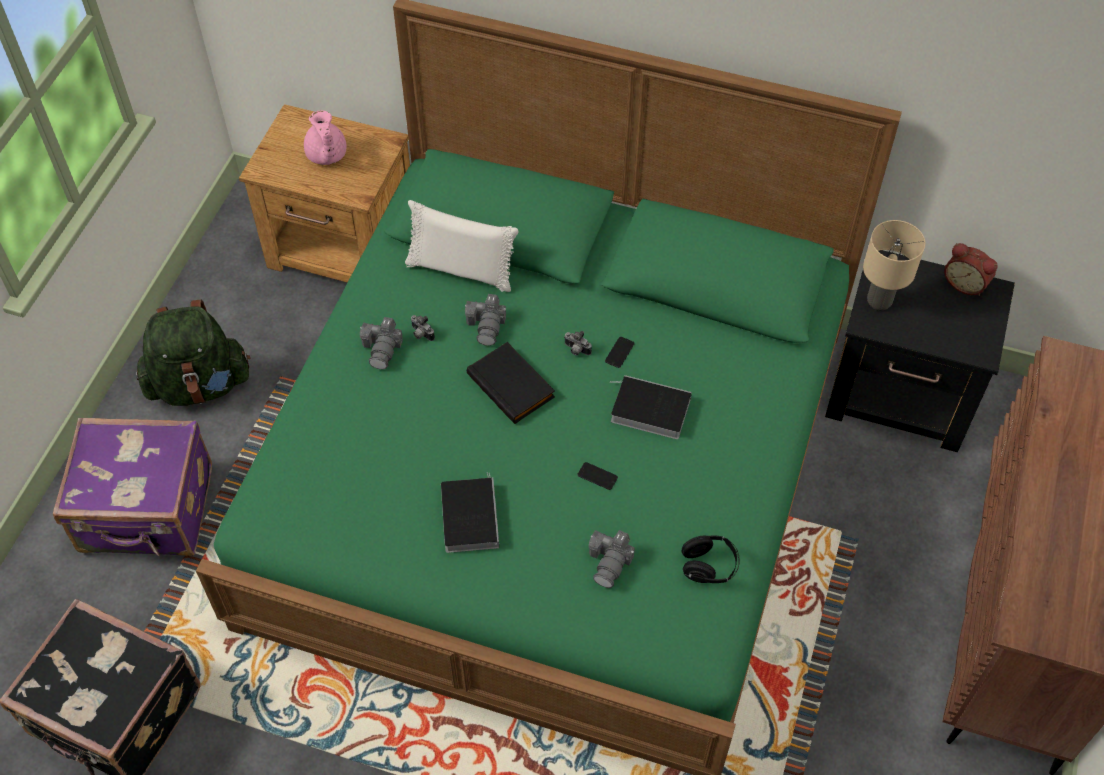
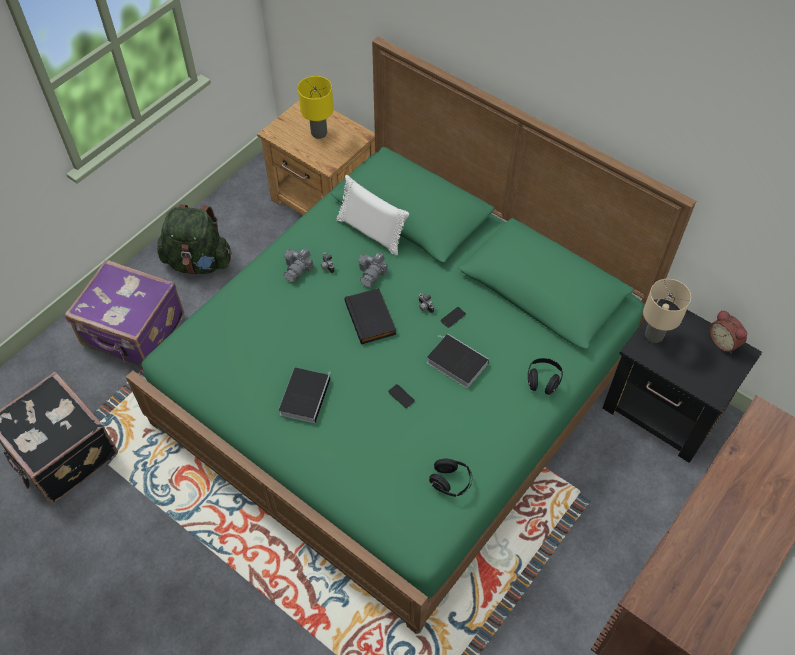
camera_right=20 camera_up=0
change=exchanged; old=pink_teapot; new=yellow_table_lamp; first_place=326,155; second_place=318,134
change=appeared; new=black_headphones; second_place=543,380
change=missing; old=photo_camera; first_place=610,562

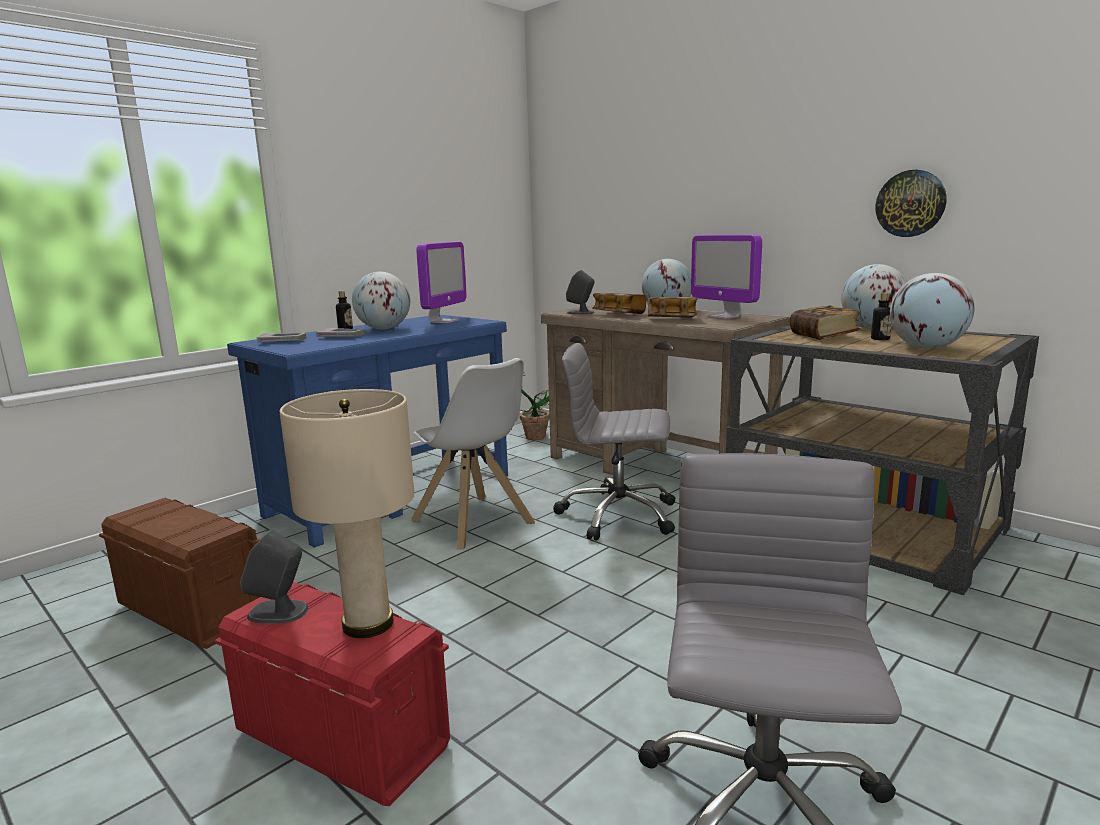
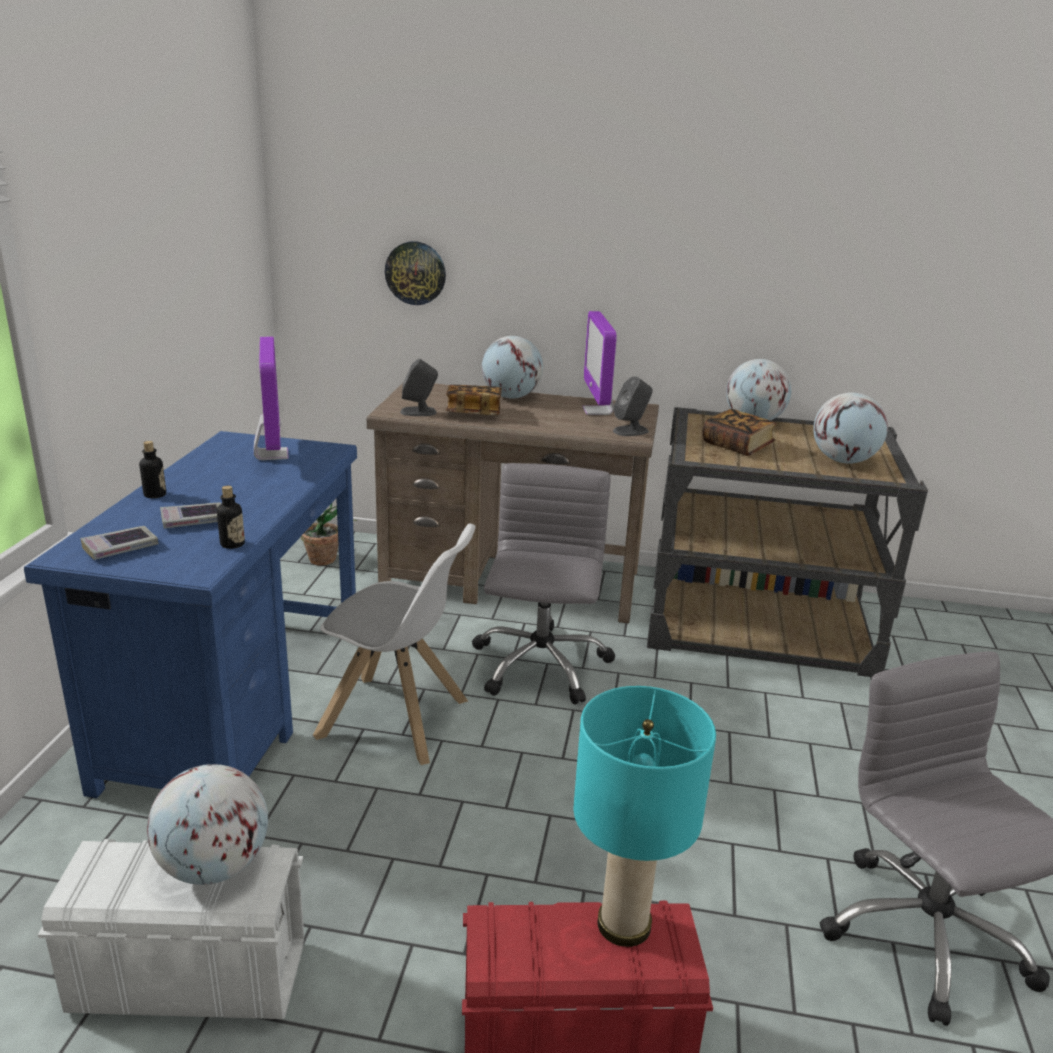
camera_right=-35 camera_up=10
change=colour; old=brown_storage_box; new=white_storage_box; first_place=192,611; second_place=189,977
change=relocated; old=globe; first_place=383,329; second_place=214,867
change=relocated; old=bottle; first_place=880,339; second_place=232,544
change=relocated; old=wall_clock; first_place=910,203; second_place=415,273
change=spun; old=grey_office_chair; first_place=617,515; second_place=540,664; degrees=120
change=colour; old=beige_table_lamp; new=turquoise_table_lamp; first_place=367,623; second_place=623,924
change=spun; old=monitor; first_place=724,317; second_place=597,411; degrees=60
change=relocated; old=grey_speaker; first_place=279,612; second_place=631,431
change=missing; old=book; first_place=671,319

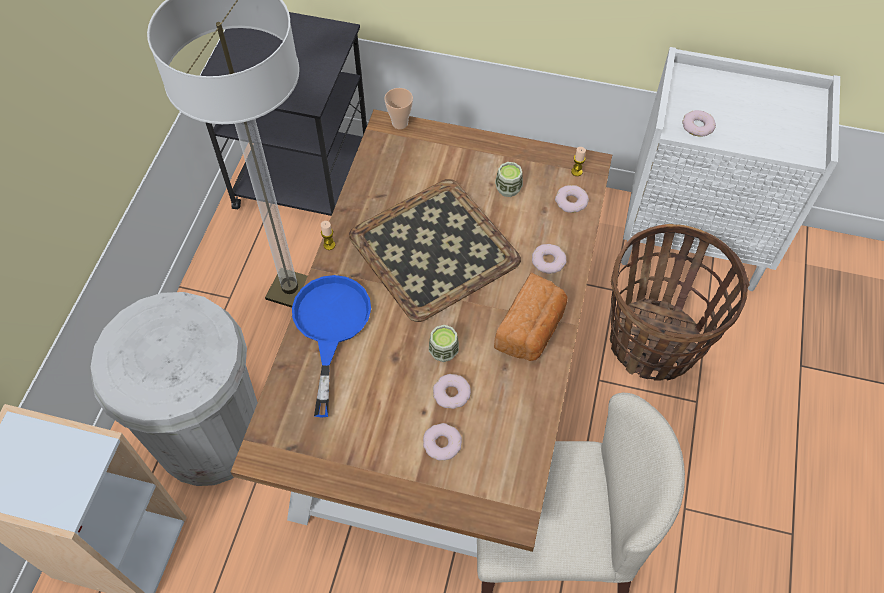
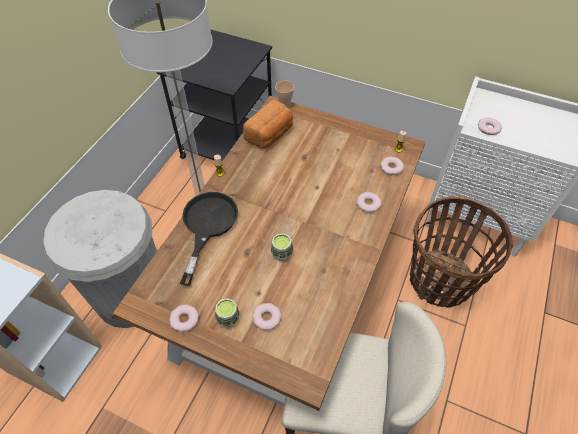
camera_right=10 camera_up=-5
change=relocated; old=donut; first_place=451,393; second_place=184,319
change=colour; old=blue_frying_pan; new=black_frying_pan; first_place=330,327; second_place=207,225
change=relocated; old=cup; first_place=508,188; second_place=228,318
change=relocated; old=bread; first_place=531,330; second_place=270,135
change=missing; old=tray; first_place=433,250

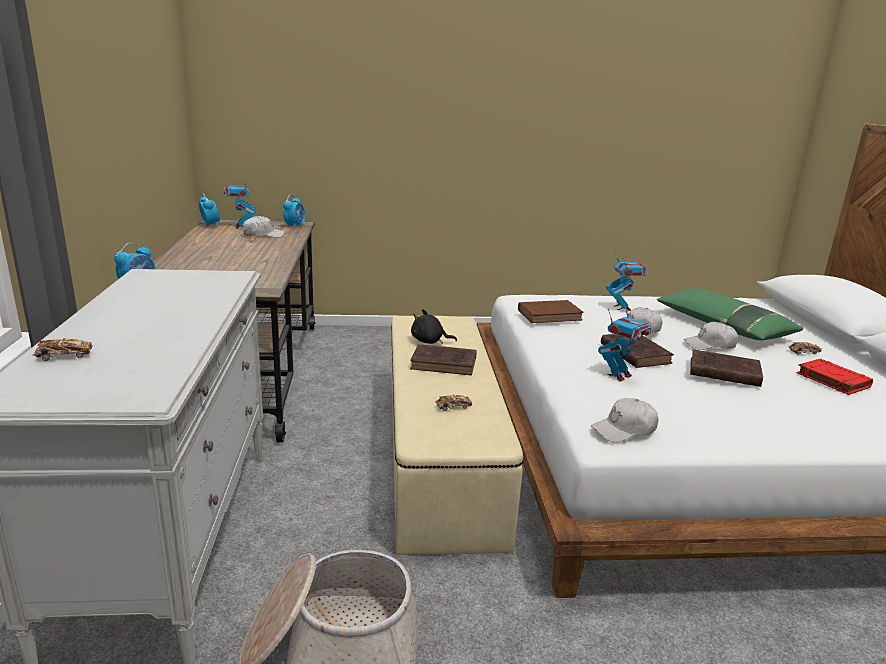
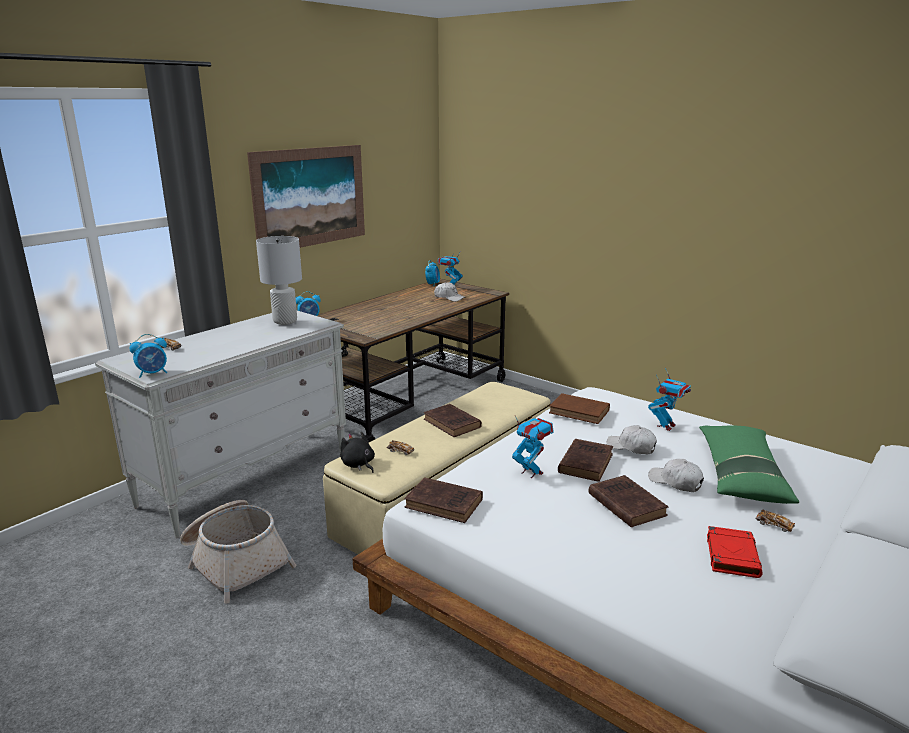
camera_right=45 camera_up=0
change=relocated; old=alarm_clock; first_place=295,226; second_place=153,374
change=appeared; new=picture; second_place=310,197
change=appeared; new=grey_table_lamp; second_place=285,323
change=relocated; old=black_plush_toy; first_place=429,341; second_place=358,464
change=exchanged; old=white_cap; new=brown_book; first_place=624,430; second_place=445,504
change=spun; old=toy_robot; first_place=619,375; second_place=531,472; degrees=-135

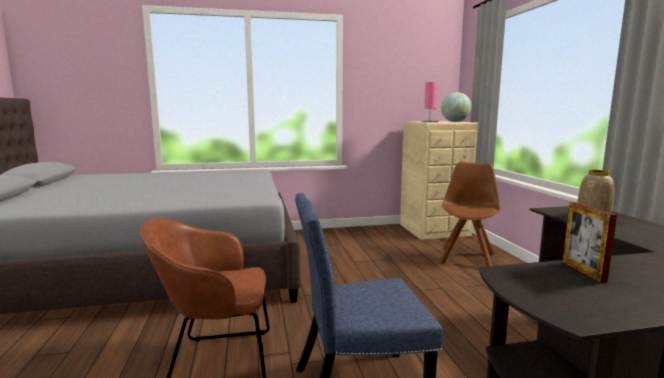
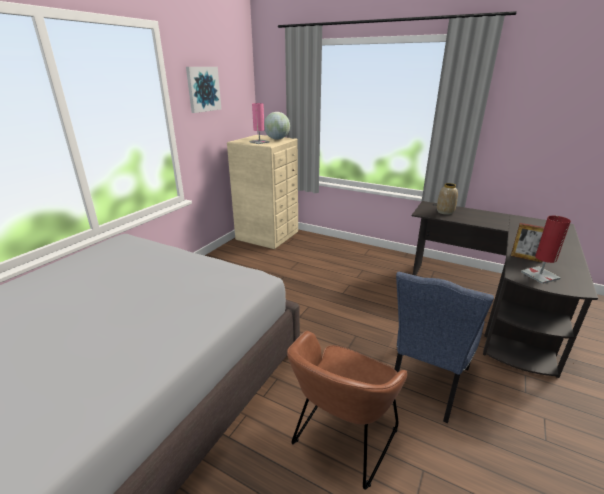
camera_right=-50 camera_up=15
change=appeared; new=picture; second_place=203,89
change=appeared; new=red_table_lamp; second_place=540,275
change=missing; old=brown_chair; first_place=467,258

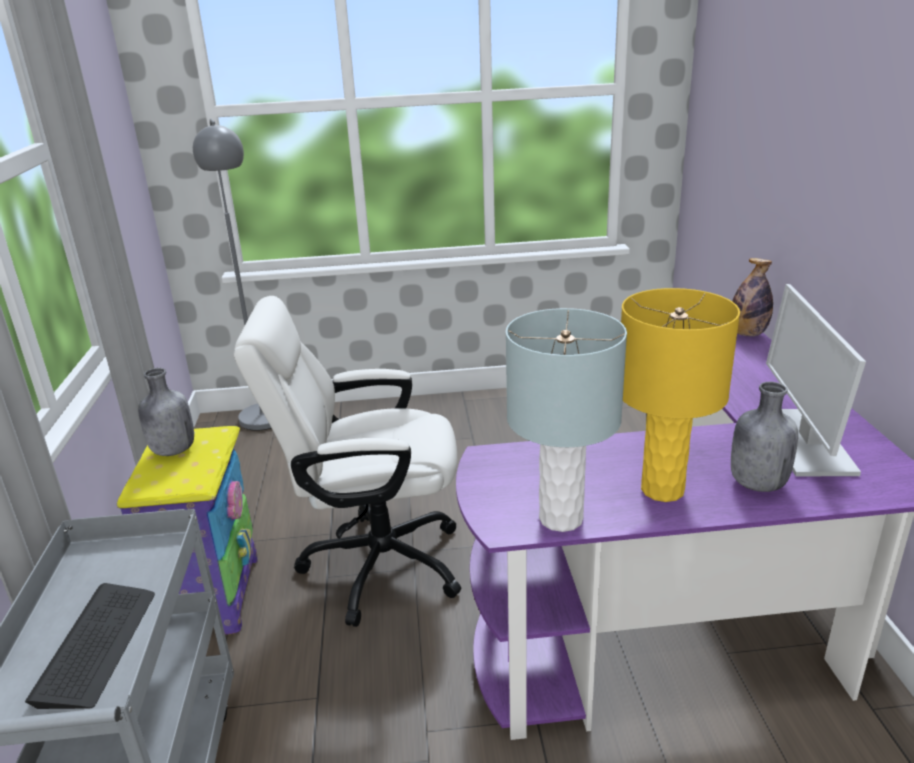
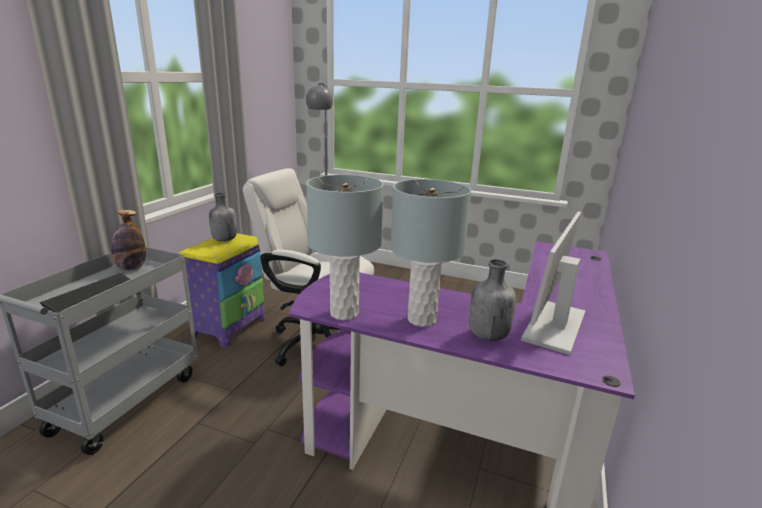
camera_right=25 camera_up=-5
change=relocated; old=bottle; first_place=747,334; second_place=131,268
change=colour; old=yellow_table_lamp; new=grey_table_lamp; first_place=663,490; second_place=422,319

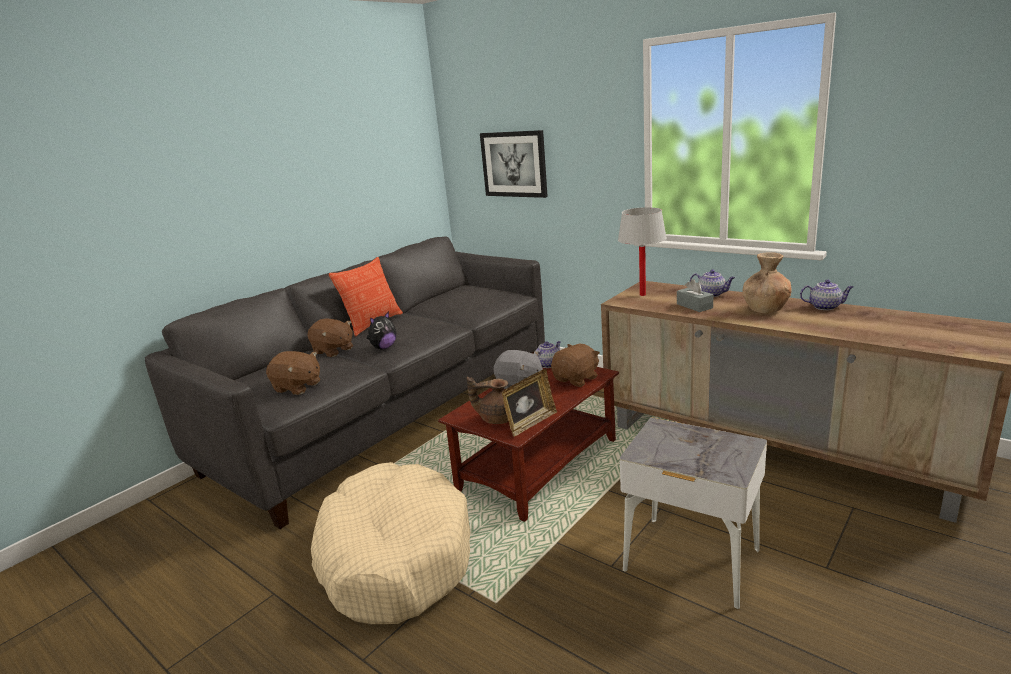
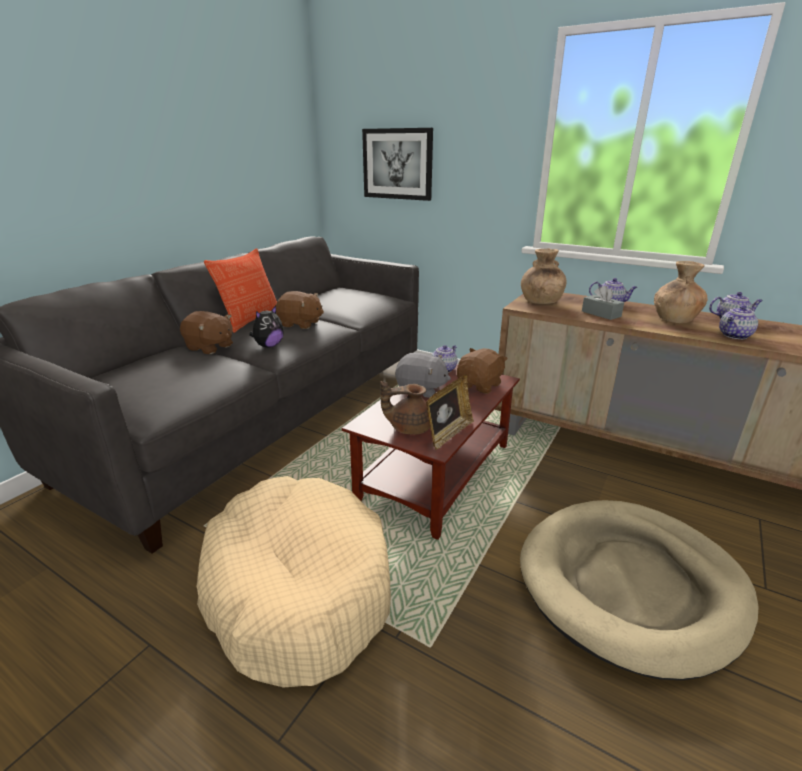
camera_right=-10 camera_up=5
change=relocated; old=brown_plush_toy; first_place=297,387; second_place=300,324
change=exchanged; old=side_table; new=beige_dog_bed; first_place=693,561; second_place=630,584
change=exchanged; old=white_table_lamp; new=brown_vase; first_place=642,295; second_place=540,301
change=appeared; new=teapot; second_place=734,336

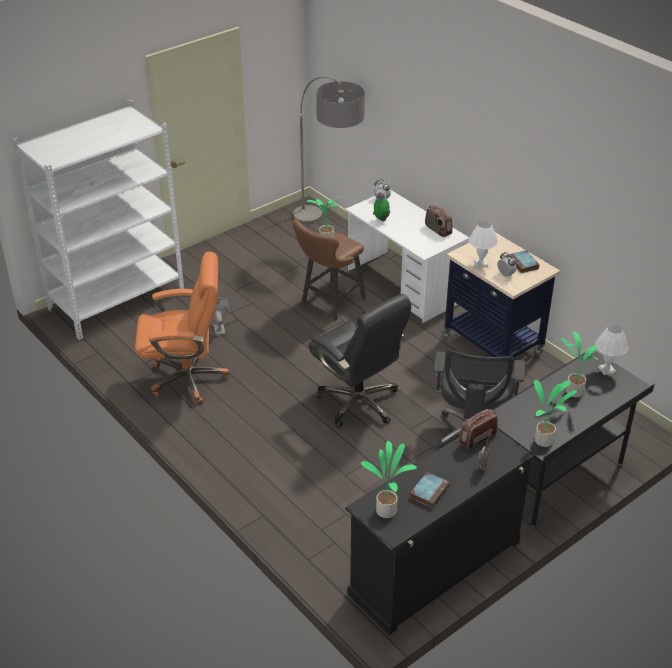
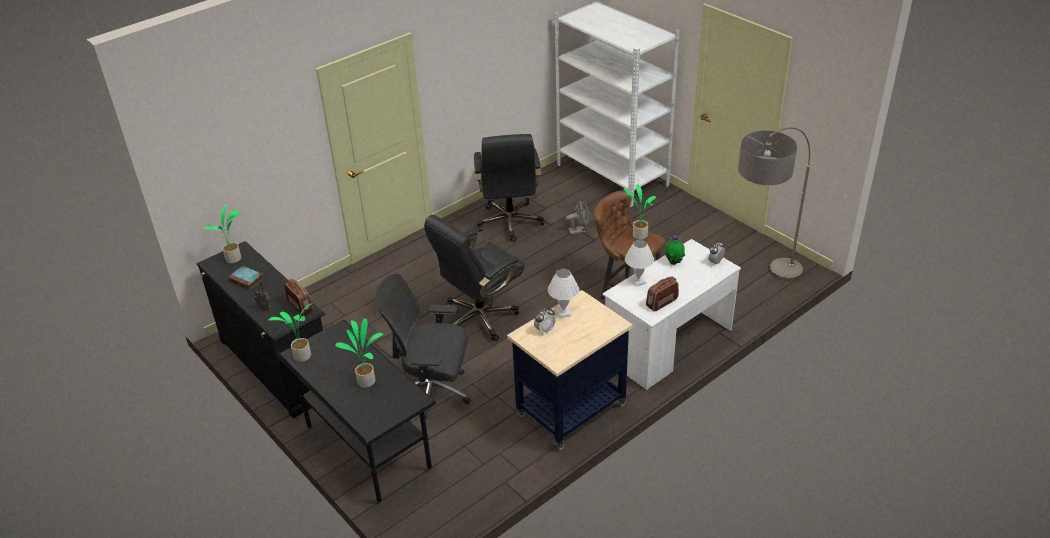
camera_right=90 camera_up=0
change=colour; old=orange_office_chair; new=black_office_chair; first_place=186,379; second_place=509,221
change=relocated; old=white_table_lamp; first_place=606,369; second_place=638,281
change=missing; old=book; first_place=524,264

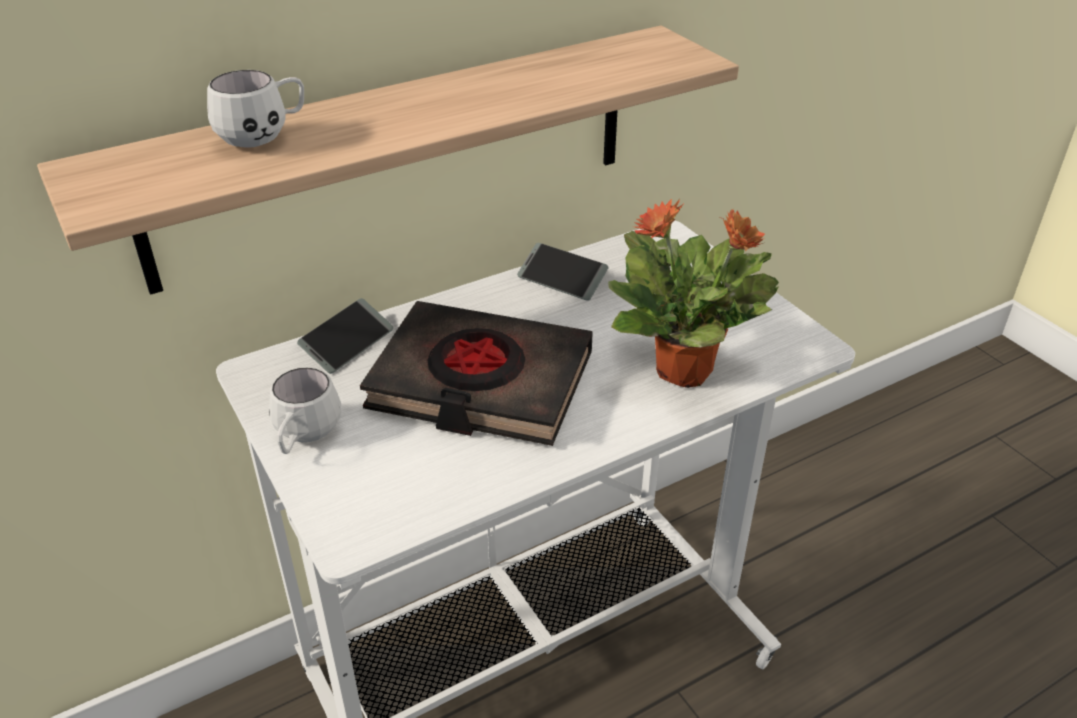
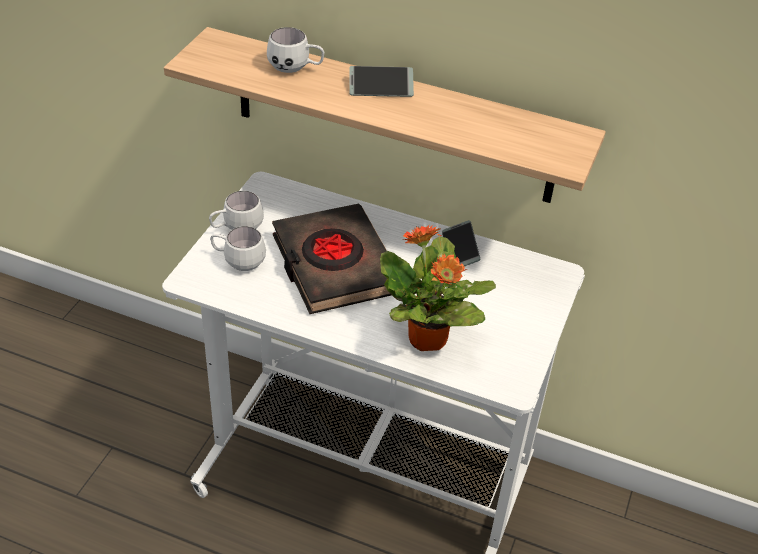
camera_right=50 camera_up=5
change=appeared; new=white_mug; second_place=238,261
change=relocated; old=phone; first_place=347,343; second_place=381,88

